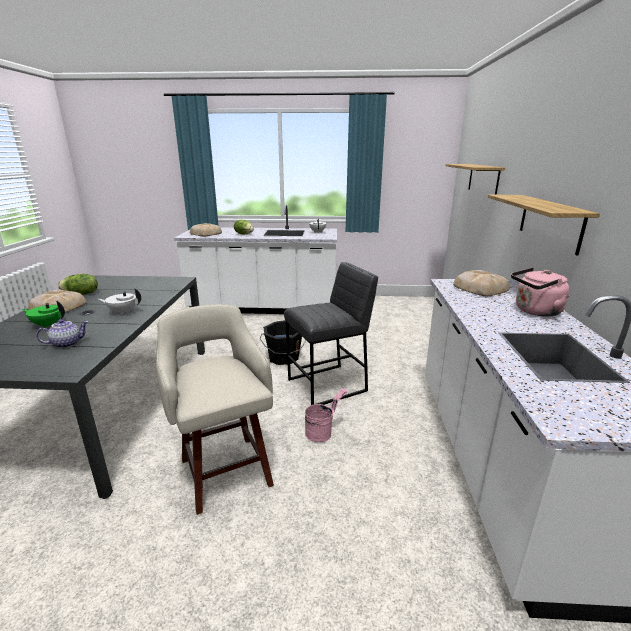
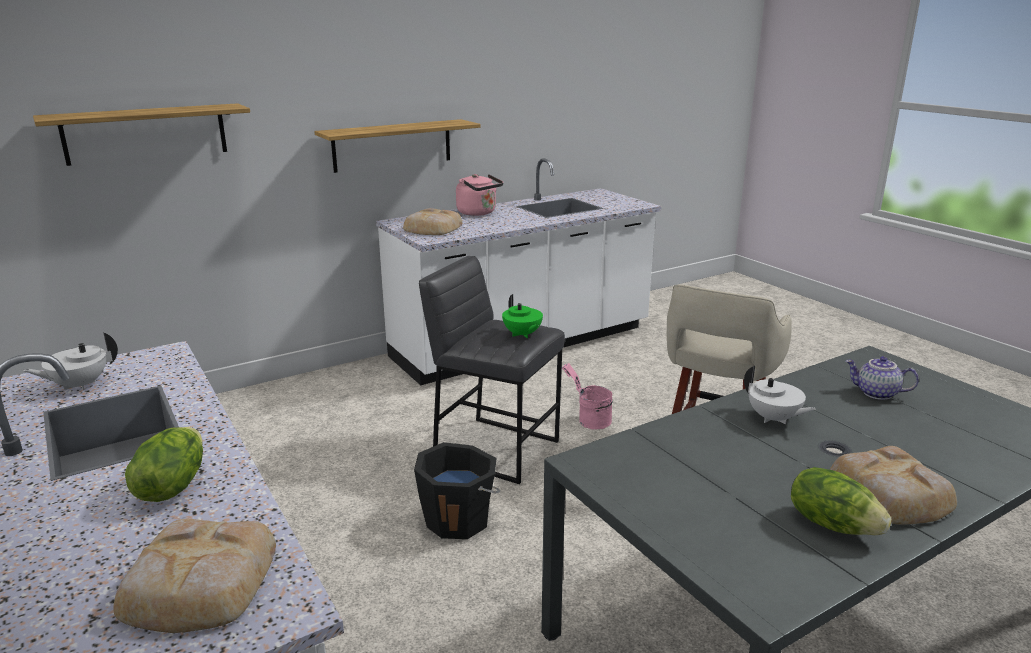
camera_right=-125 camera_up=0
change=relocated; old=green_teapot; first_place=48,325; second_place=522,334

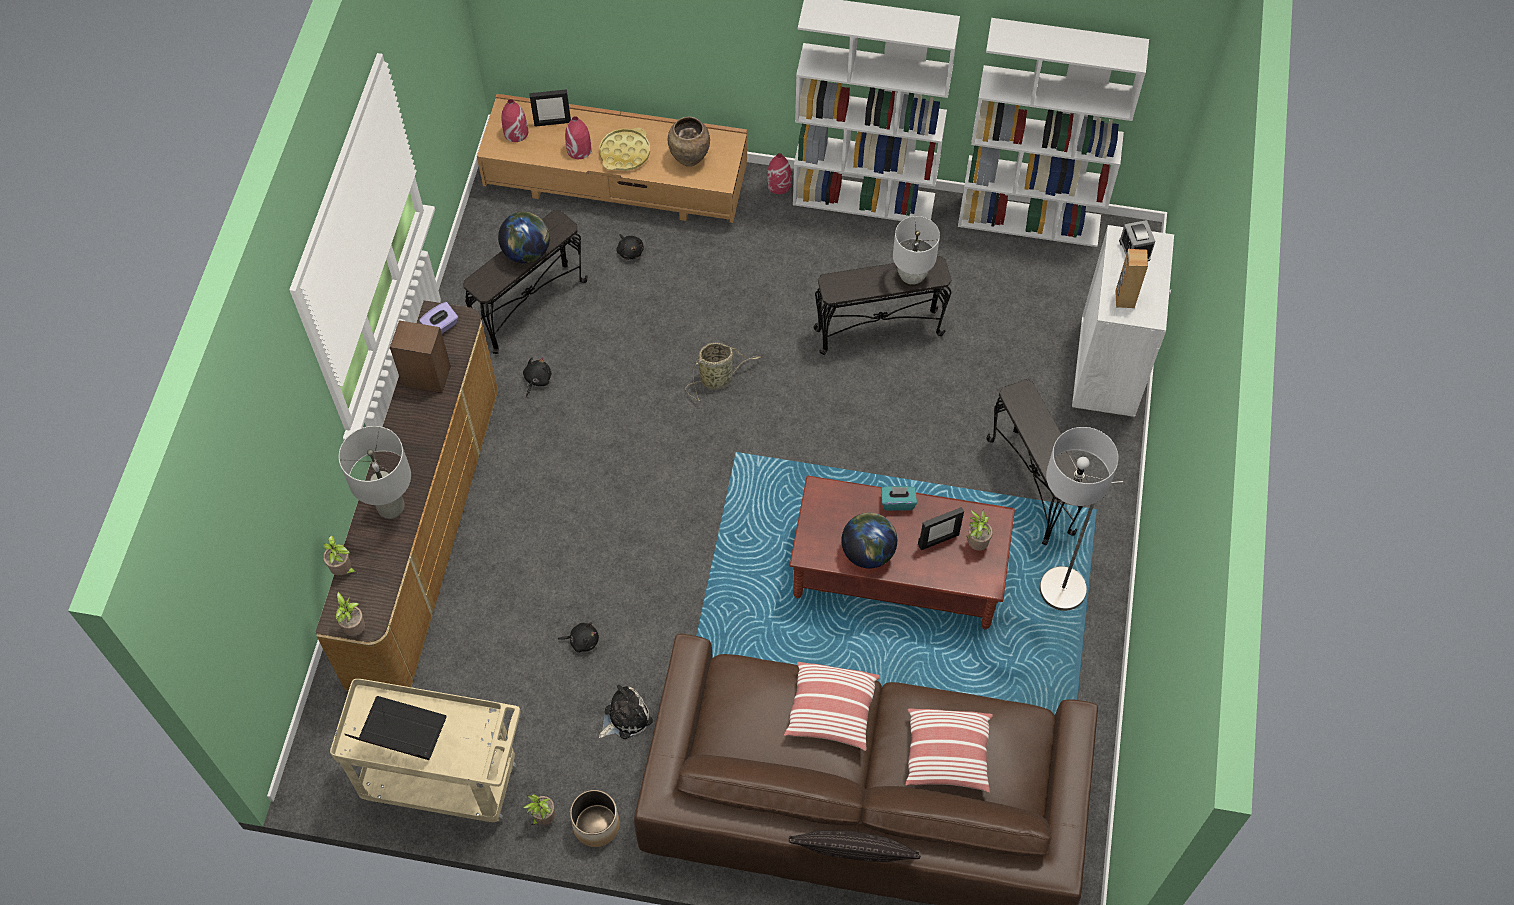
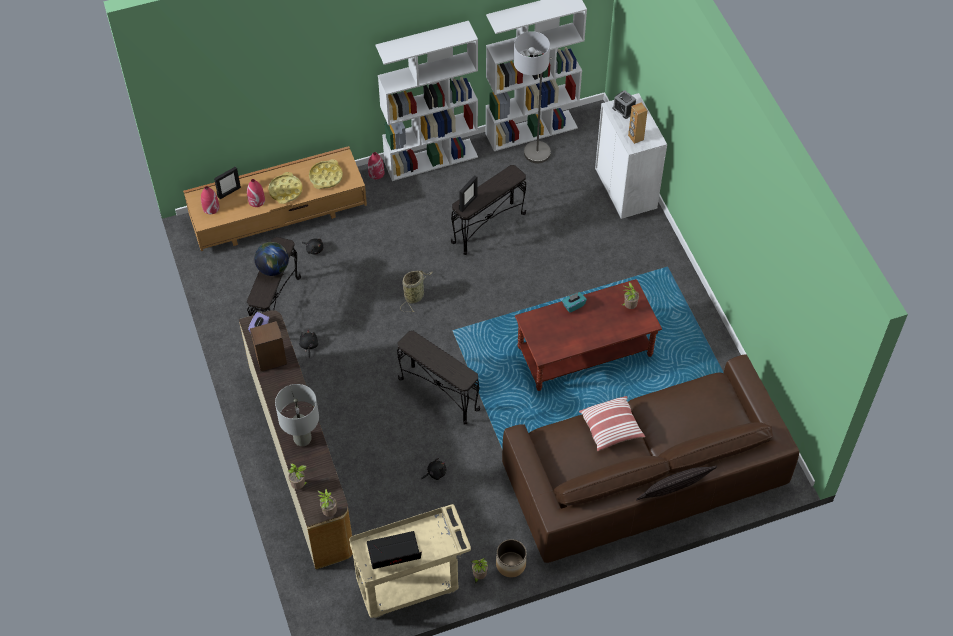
camera_right=-30 camera_up=-5
change=exchanged; old=brown_vase; new=yellow_tray; first_place=689,158; second_place=326,177
change=relocated; old=black_side_table; first_place=1030,486; second_place=439,394
change=relocated; old=picture_frame; first_place=938,539; second_place=468,203
change=relocated; old=grey_floor_lamp; first_place=1048,591; second_place=530,157
change=missing; old=plush_toy; first_place=625,717
change=missing; old=globe; first_place=868,552
change=missing; old=white_table_lamp; first_place=911,277
change=missing; old=pillow; first_place=947,755

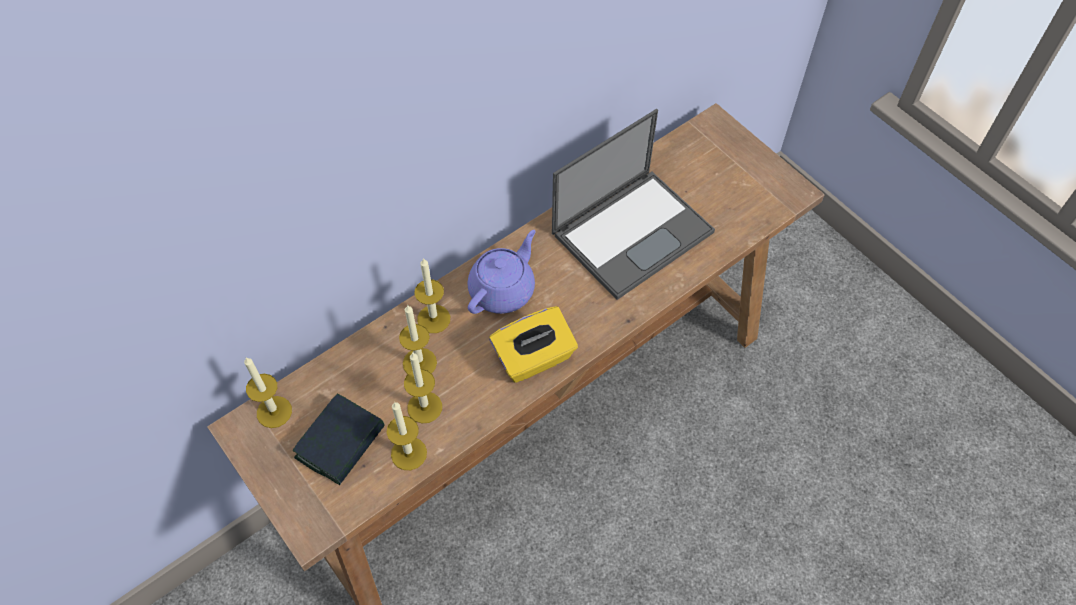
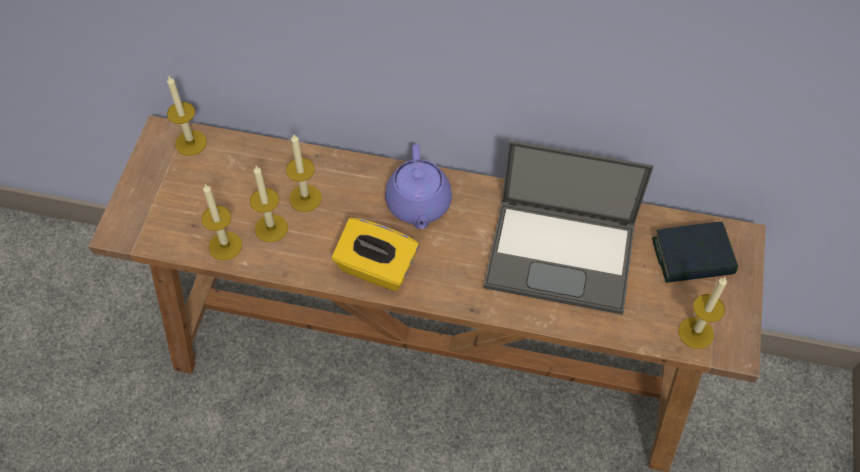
camera_right=50 camera_up=0
change=spun; old=purple_teapot; first_place=503,289; second_place=418,204; degrees=90
change=relocated; old=book; first_place=341,443; second_place=692,257
change=relocated; old=candle; first_place=433,319; second_place=696,333

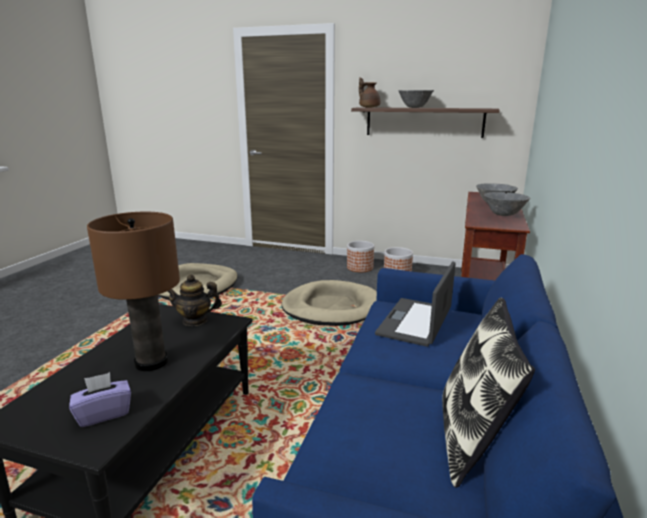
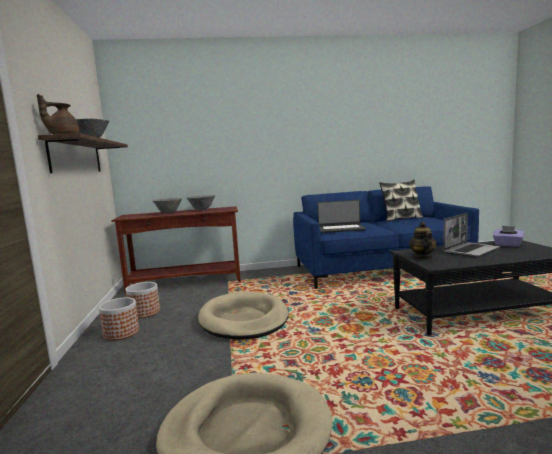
camera_right=-115 camera_up=-10
change=spun; old=teapot; first_place=195,320; second_place=422,257; degrees=-150
change=exchanged; old=brown_table_lamp; new=laptop; first_place=152,362; second_place=470,250

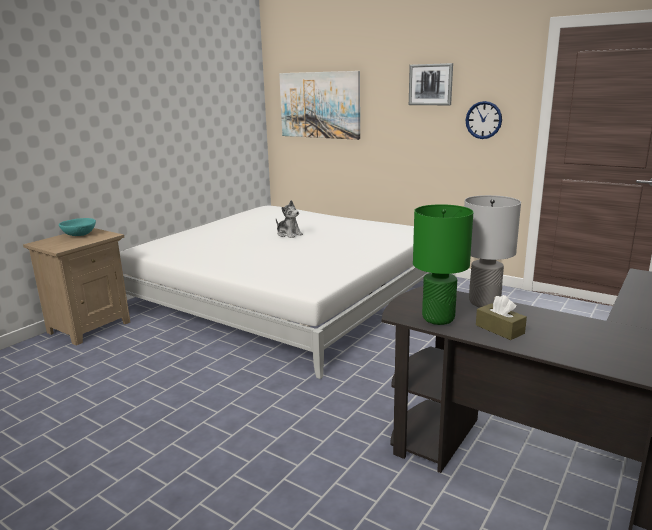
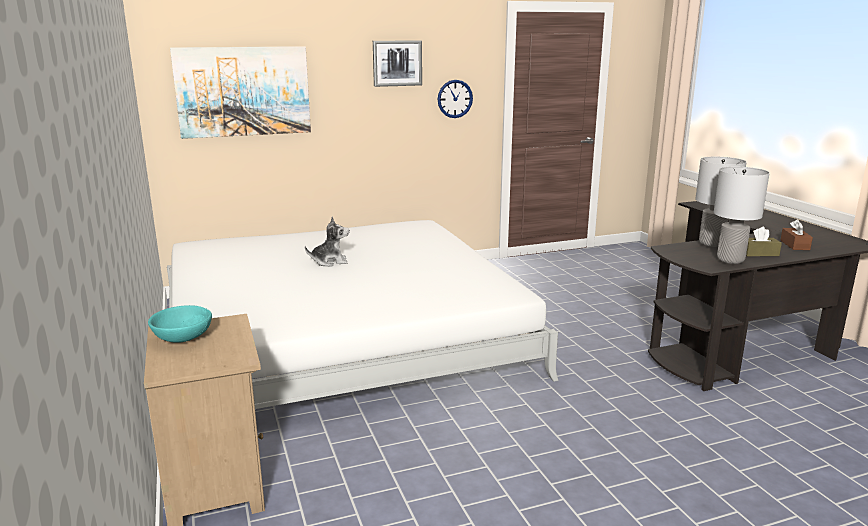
camera_right=-55 camera_up=0
change=colour; old=green_table_lamp; new=grey_table_lamp; first_place=437,320; second_place=729,261
change=appeared; new=brown_tissue_box; second_place=794,245

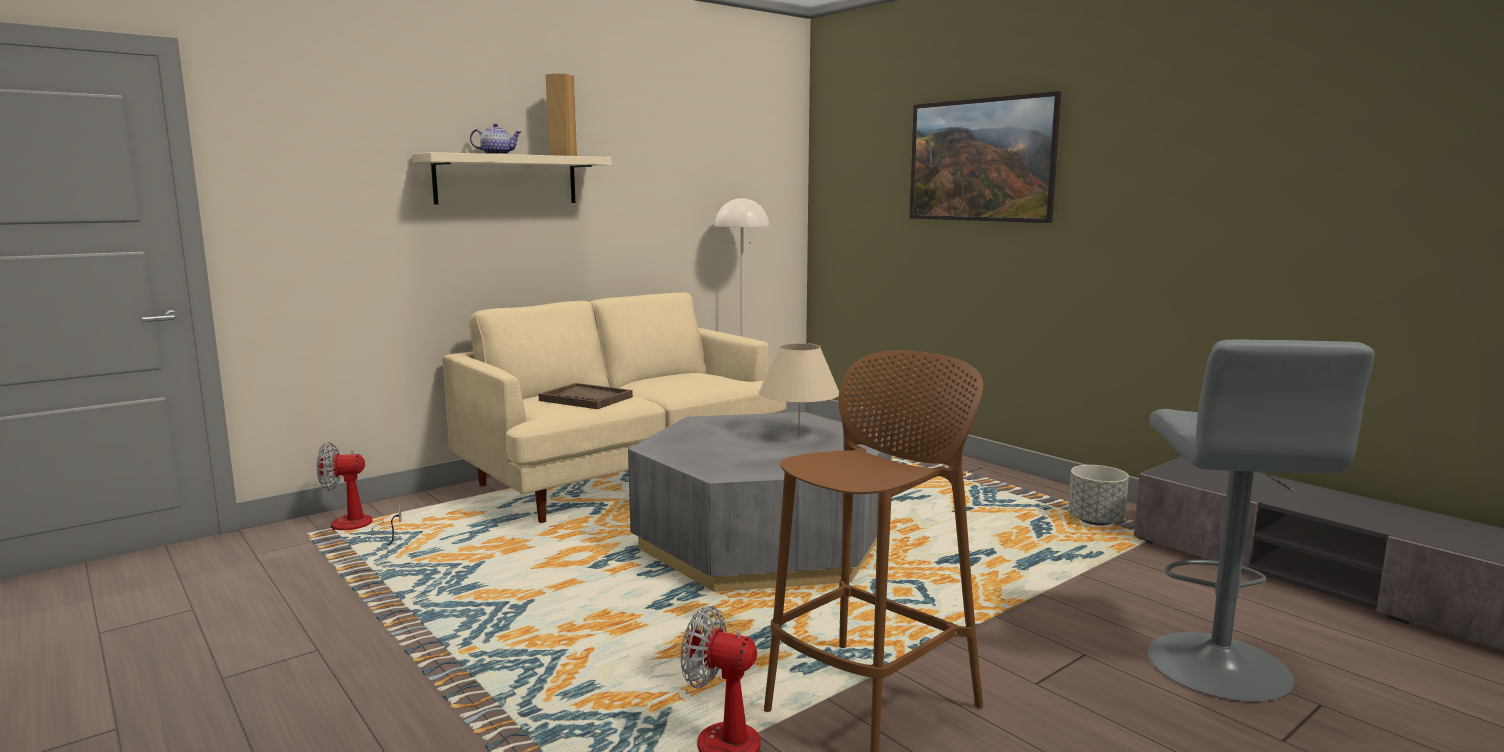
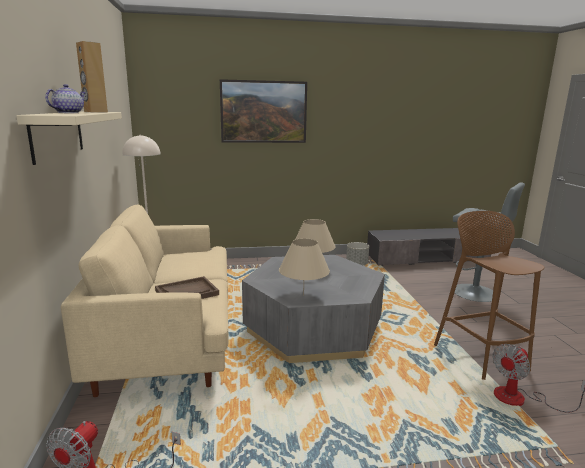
camera_right=-60 camera_up=5
change=appeared; new=beige_table_lamp; second_place=303,295

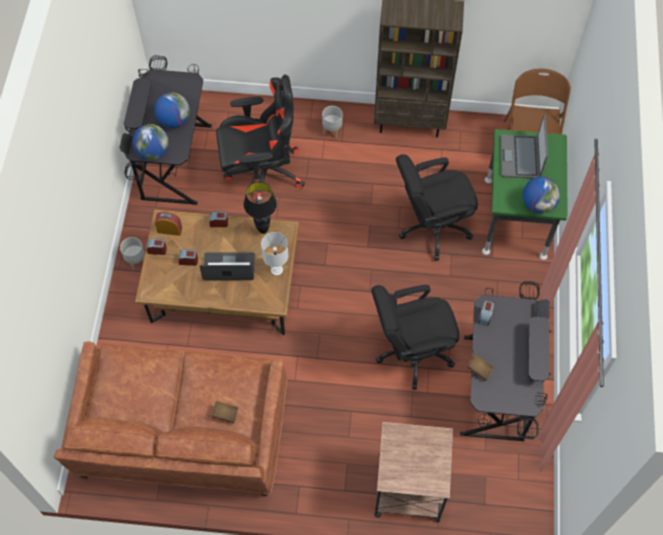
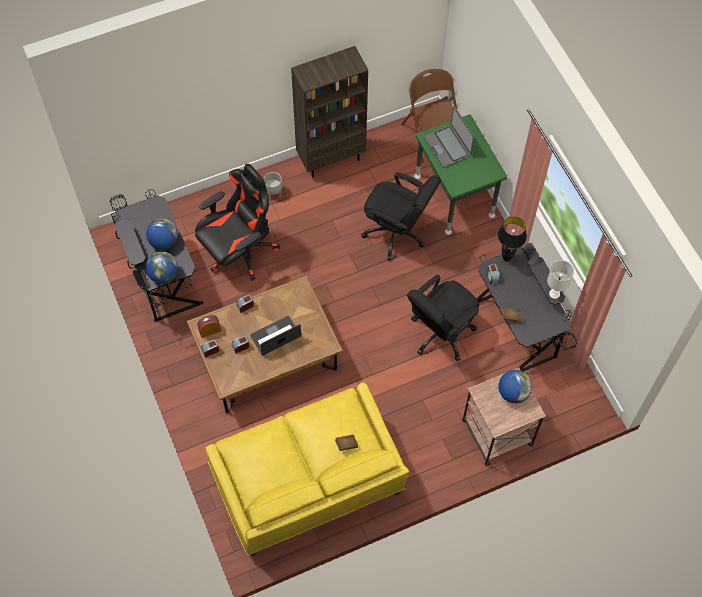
camera_right=-30 camera_up=0
change=colour; old=brown_sofa; new=yellow_sofa; first_place=183,435; second_place=308,483
change=spun; old=black_office_chair; first_place=431,229; second_place=397,234; degrees=-105
change=relocated; old=black_table_lamp; first_place=263,230; second_place=506,258
change=relocated; old=globe; first_place=538,204; second_place=513,393
change=relocated; old=white_table_lamp; first_place=277,270; second_place=554,294
change=missing; old=grey_planter; first_place=135,260

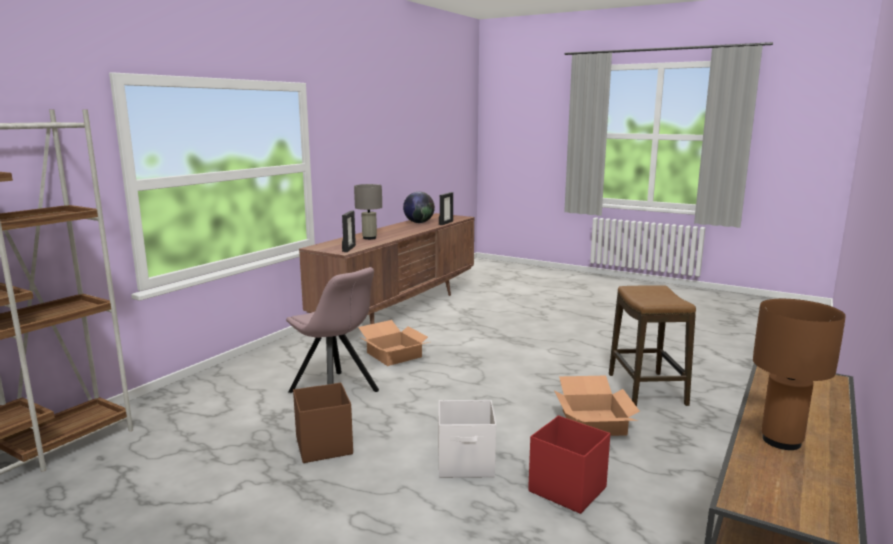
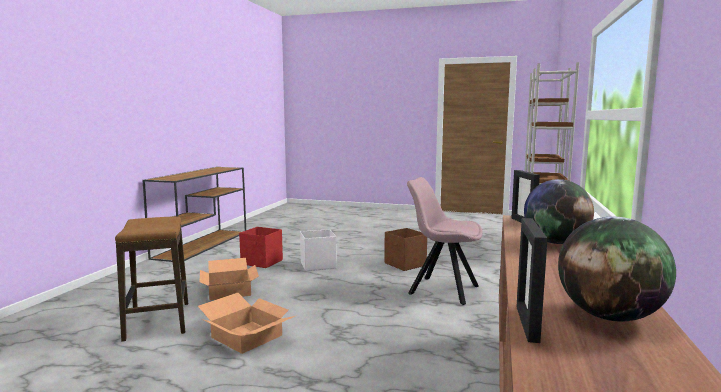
camera_right=165 camera_up=-5
change=relocated; old=cardboard_box; first_place=393,355; second_place=248,336
change=exchanged; old=grey_table_lamp; new=globe; first_place=369,238; second_place=555,242
change=missing; old=brown_table_lamp; first_place=782,441

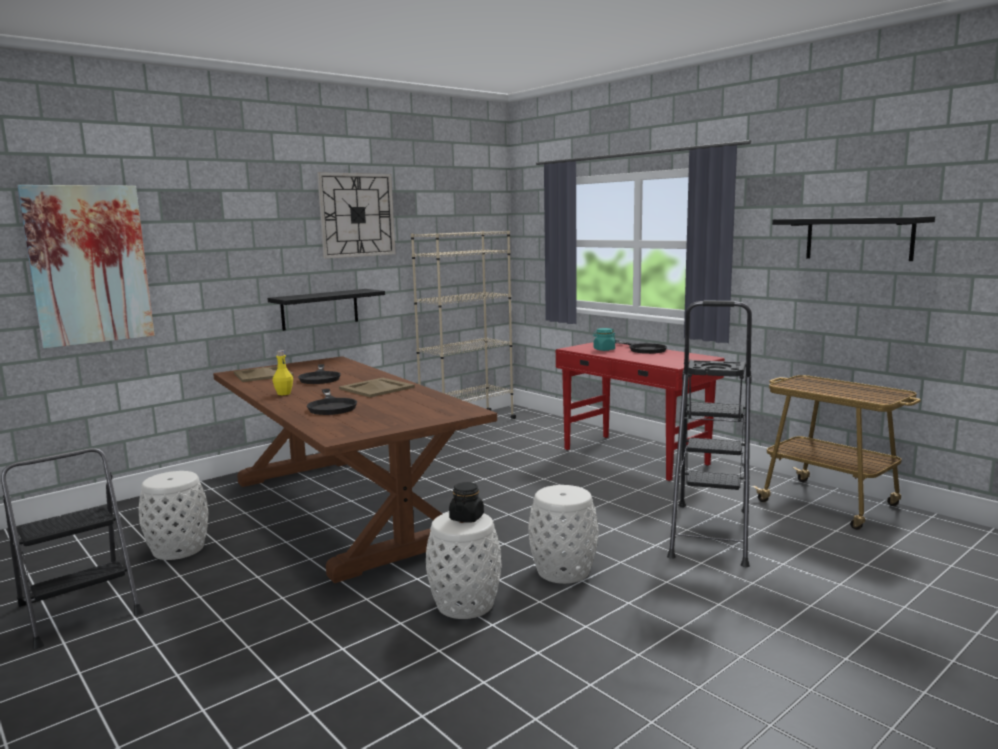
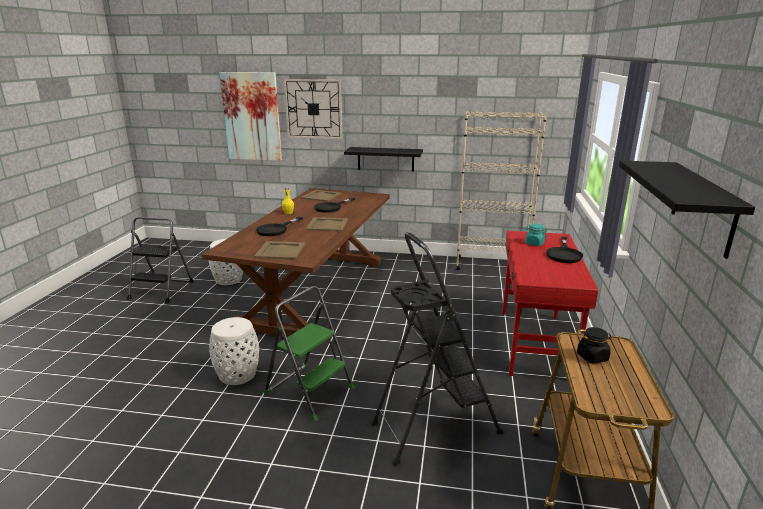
camera_right=50 camera_up=10
change=appeared; new=beige_tray; second_place=280,251
change=exchanged; old=white_stool; new=green_step_ladder; first_place=563,571; second_place=307,389
change=relocated; old=wall_clock; first_place=357,215; second_place=313,109
change=relocated; old=black_jar; first_place=466,518; second_place=592,357

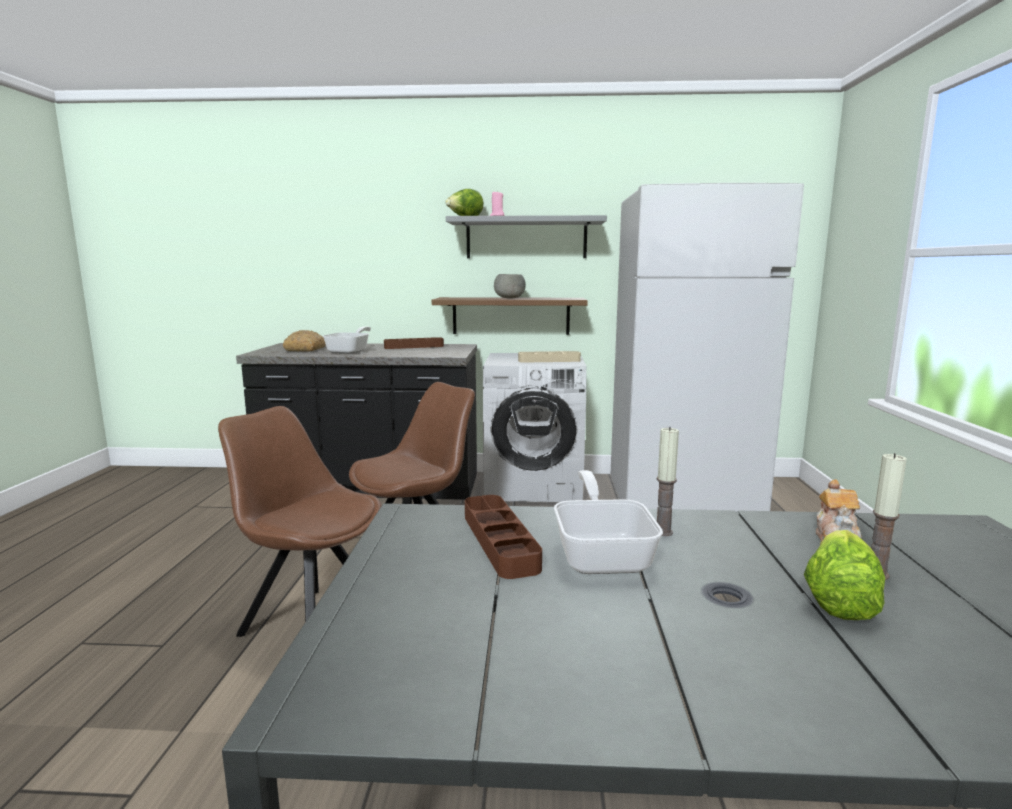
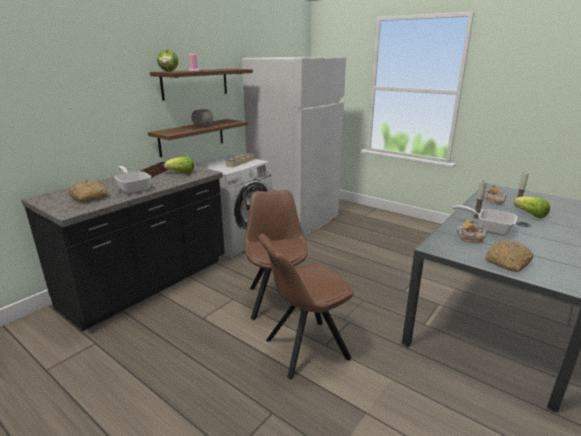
camera_right=-55 camera_up=10
change=colour; old=grey_shelf; new=brown_shelf; first_place=526,239; second_place=195,83
change=appeared; new=lettuce; second_place=181,173
change=exchanged; old=brown_tray; new=teapot; first_place=499,541; second_place=470,239
change=appeared; new=bread; second_place=508,262

